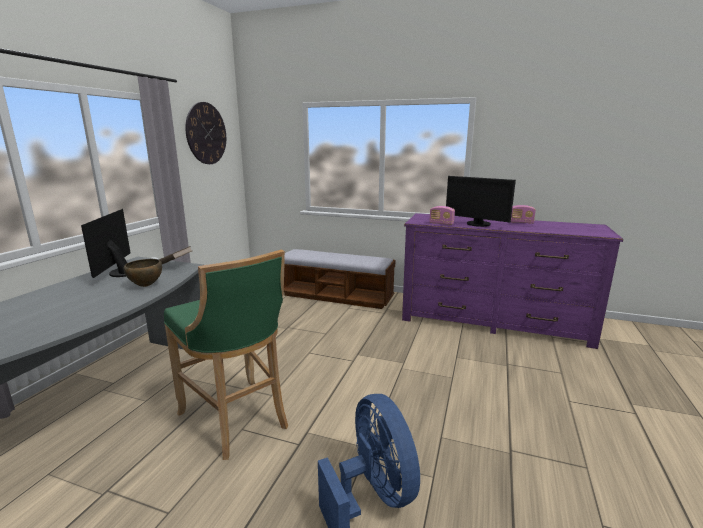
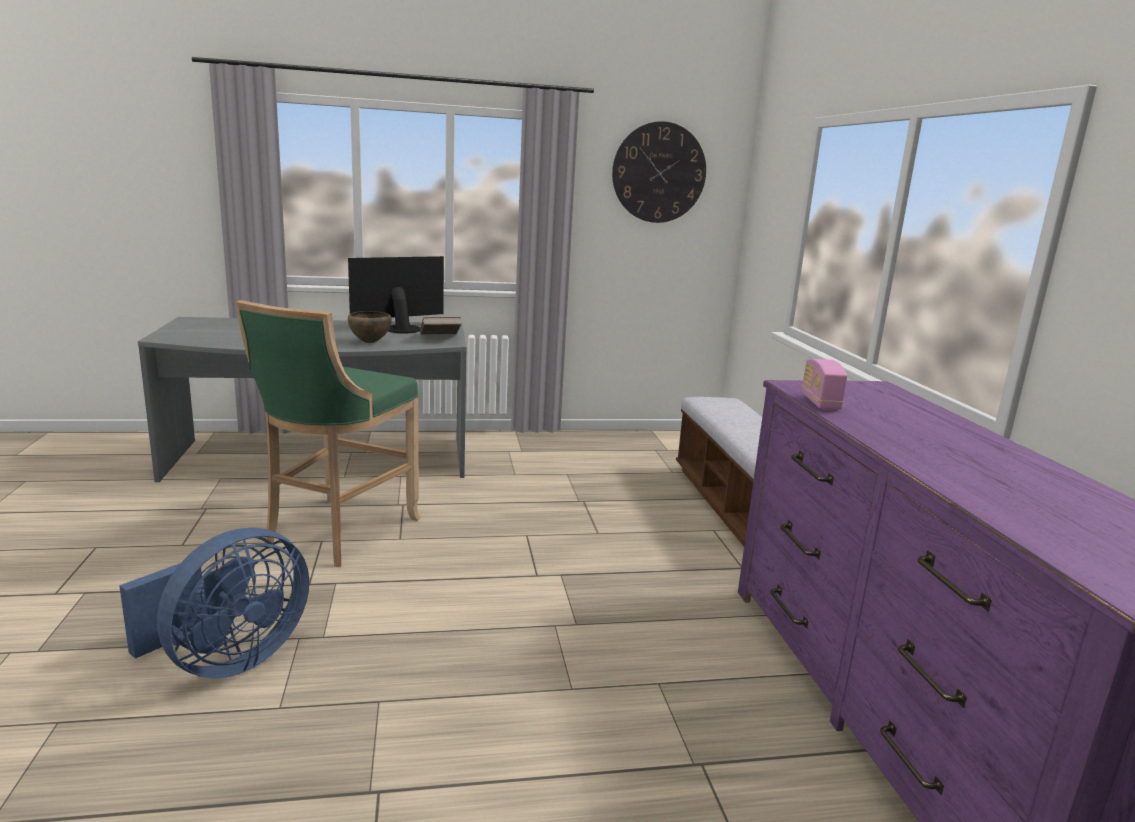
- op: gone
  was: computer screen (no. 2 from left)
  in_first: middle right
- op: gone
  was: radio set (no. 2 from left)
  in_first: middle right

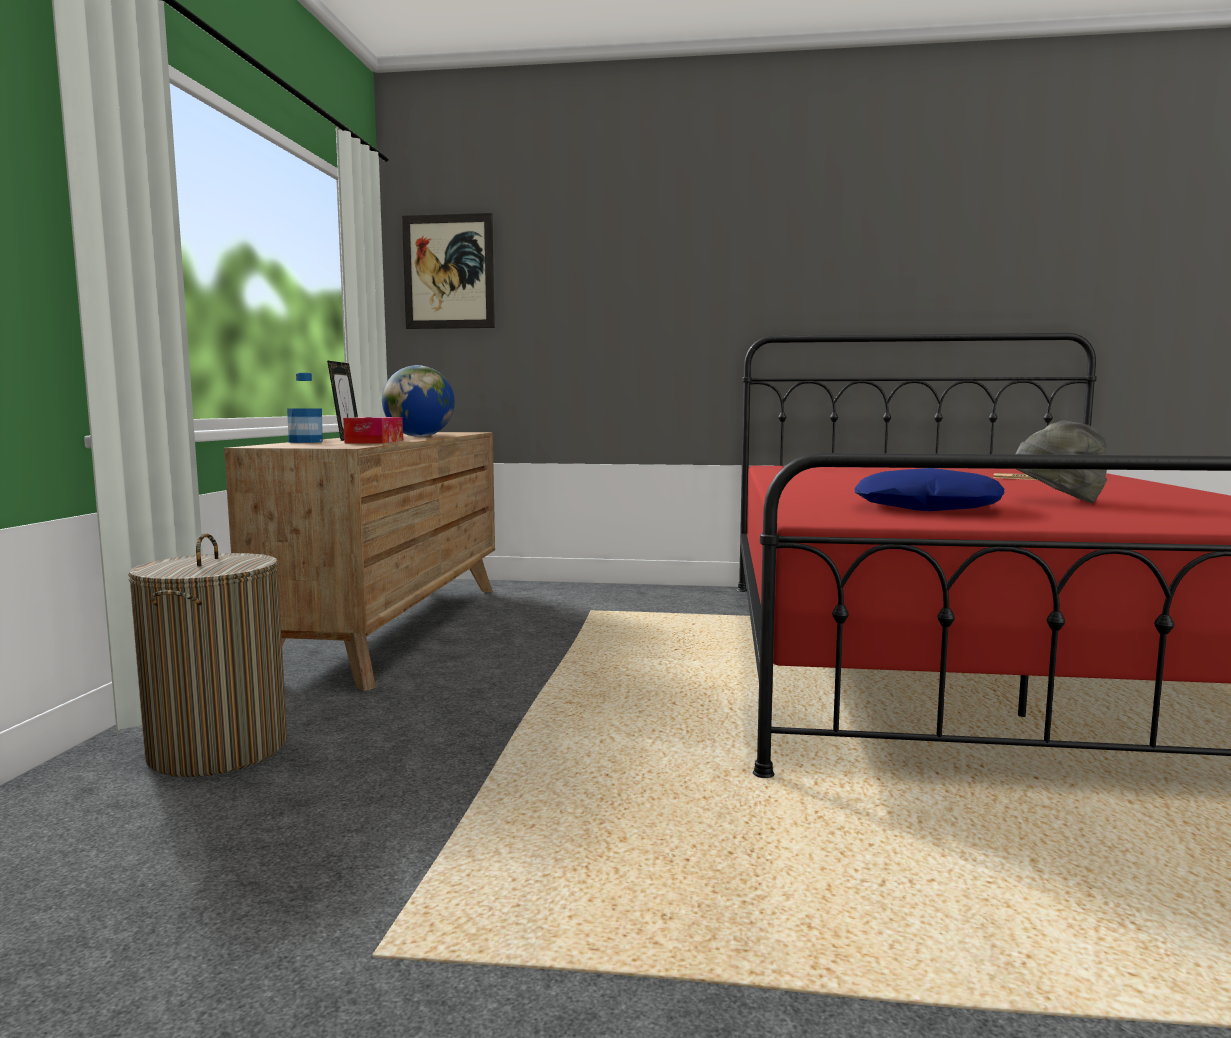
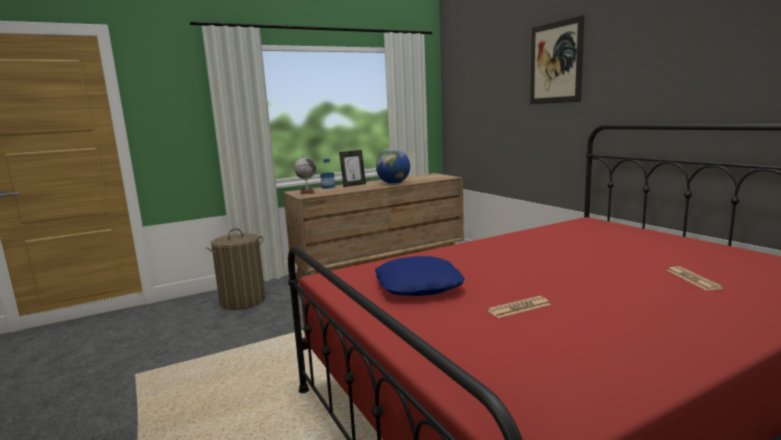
- op: shifted
  was: wall art
  in_first: top centre
  in_second: top right
- op: gone
  was: tissue holder
  in_first: middle left
- op: swapped
  was: gray clothing hat
  now: printed paper (no. 1 from left)
  in_first: middle right
  in_second: bottom centre
- op: new
  now: globe (no. 1 from left)
  in_second: centre

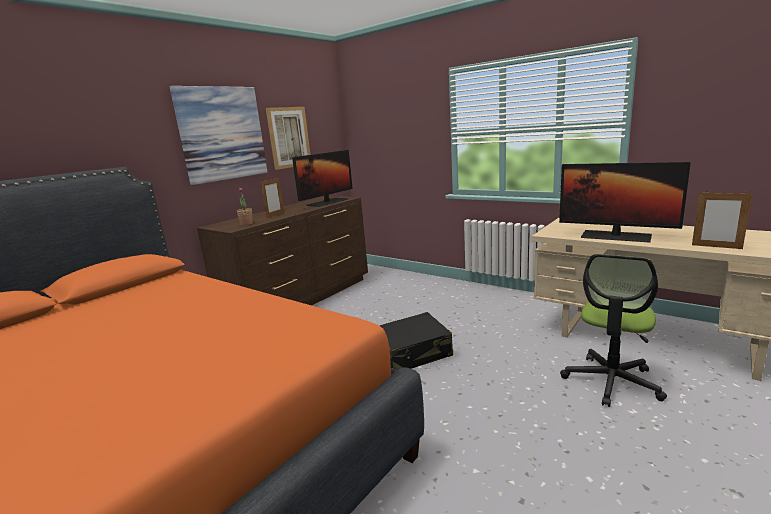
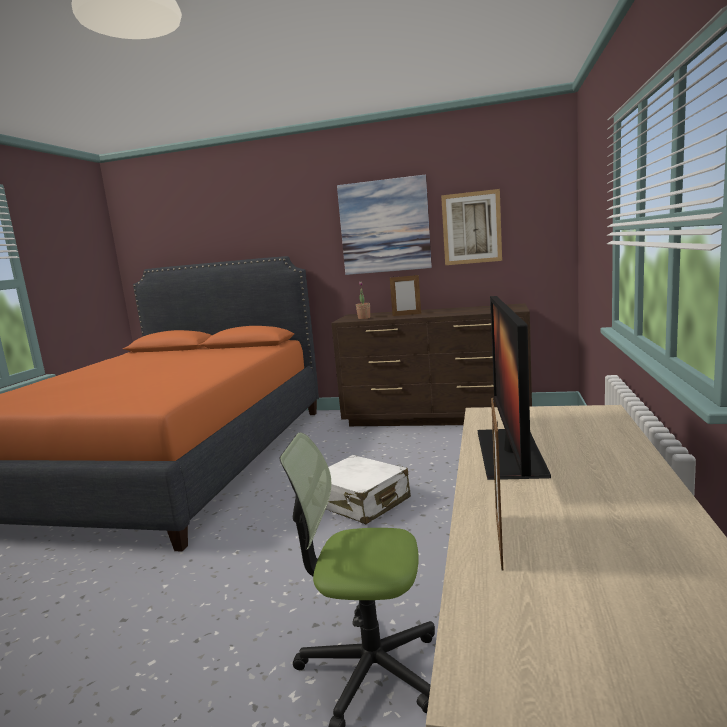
- op: gone
  was: computer screen (no. 1 from left)
  in_first: centre
- op: repainted
  was: black-coloured piece of luggage
  now: white-coloured piece of luggage
  in_first: centre
  in_second: bottom centre

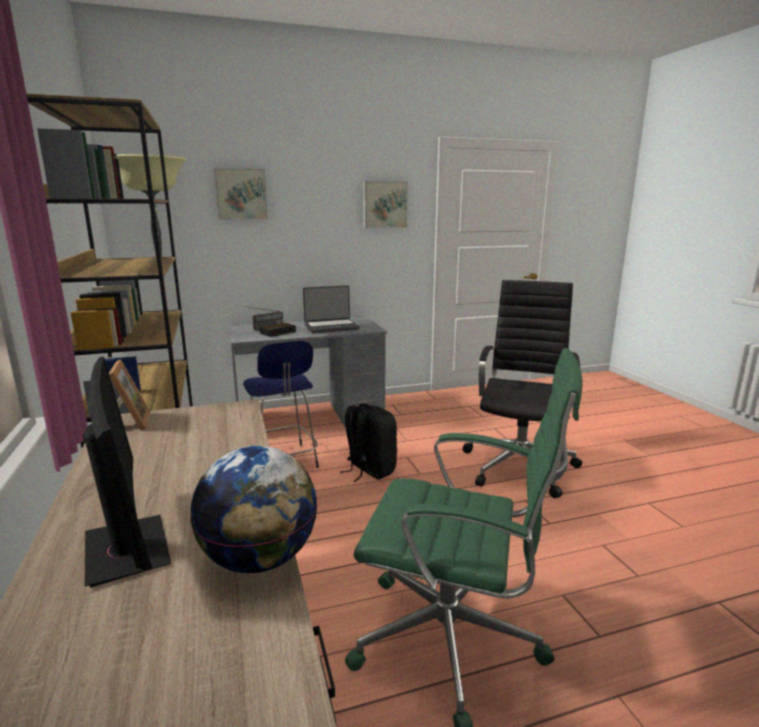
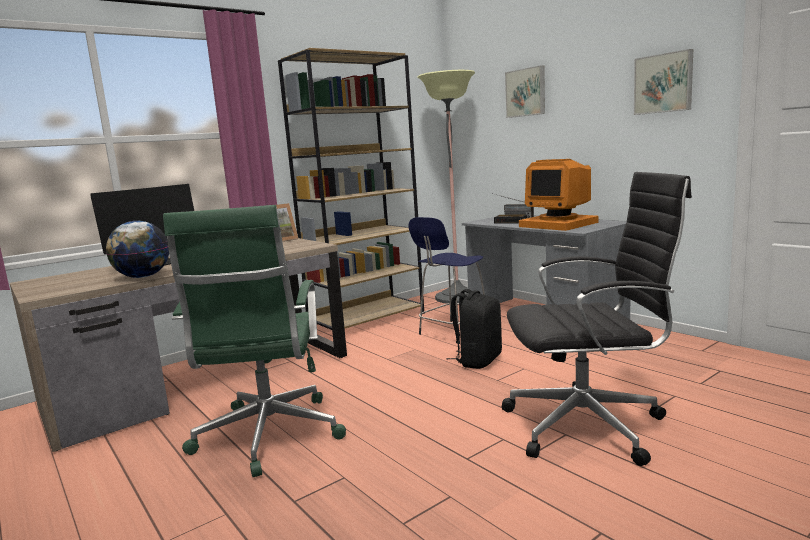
- op: swapped
  was: notebook computer
  now: computer screen (no. 2 from left)
  in_first: centre
  in_second: middle right

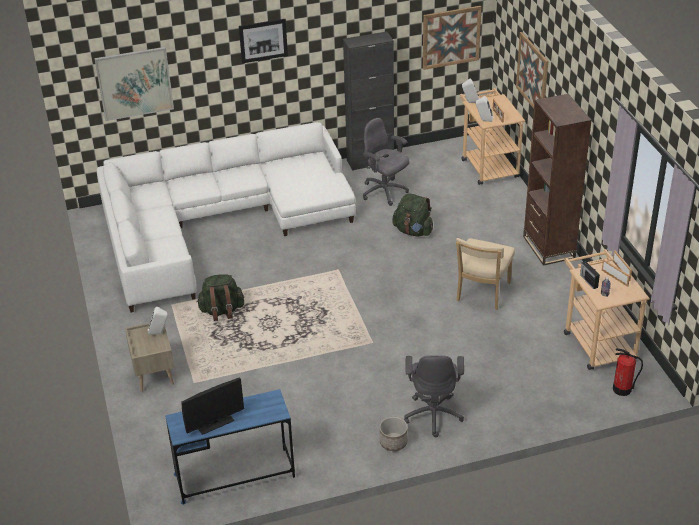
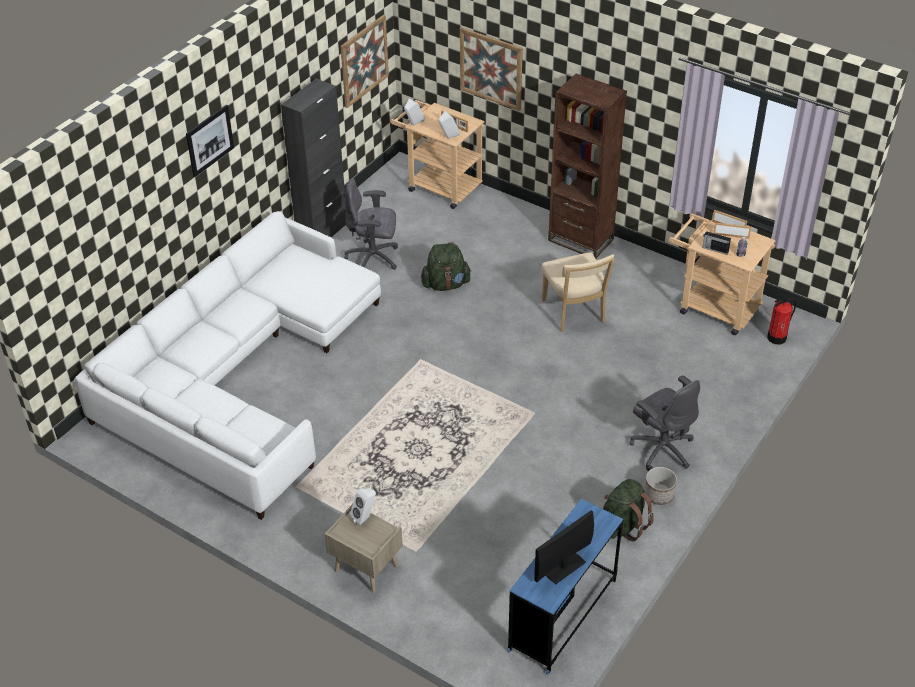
- op: gone
  was: wall art (no. 1 from left)
  in_first: top left
- op: shifted
  was: greenish rucksack (no. 1 from left in the first image)
  now: greenish rucksack (no. 2 from left)
  in_first: middle left
  in_second: bottom right
- op: rotated
  was: computer screen
  in_first: bottom left
  in_second: bottom centre
  clockwise: -150

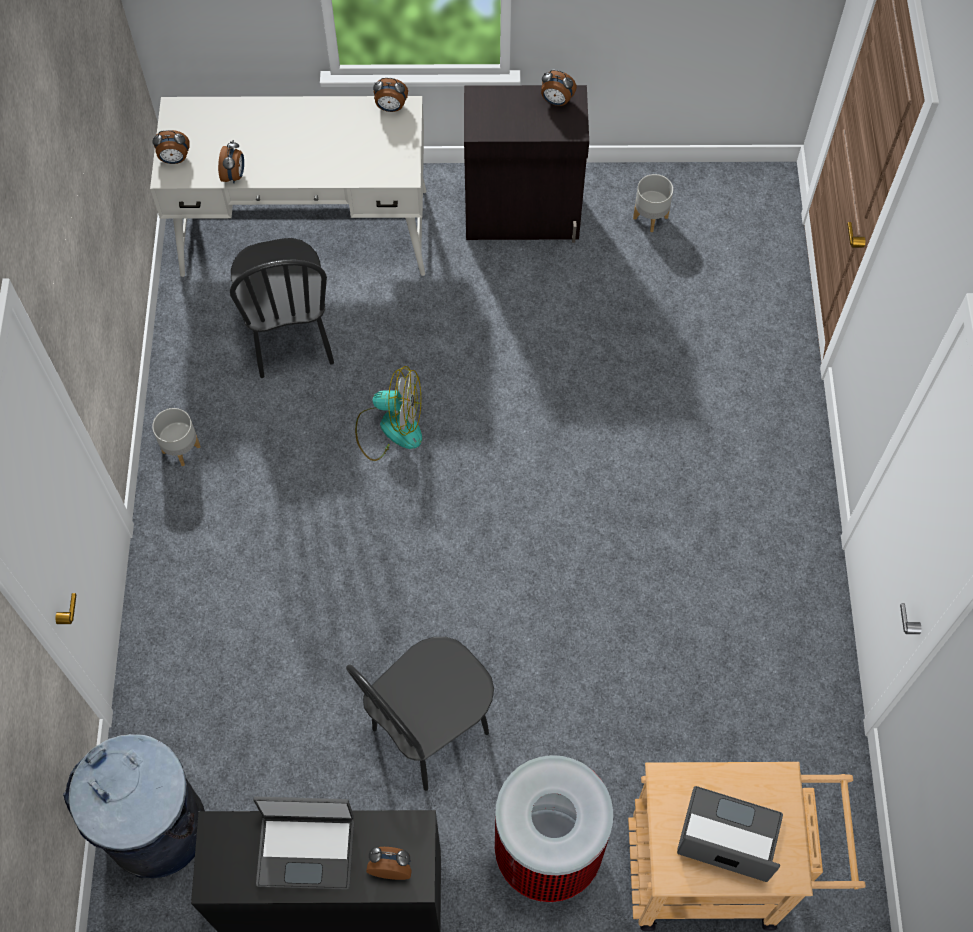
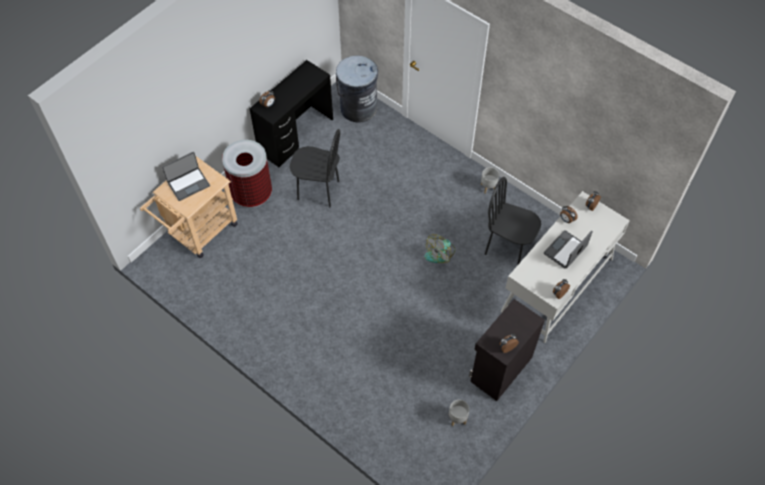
- op: rotated
  was: black-coloured upright chair (no. 2 from left in the first image)
  in_first: bottom centre
  in_second: centre
  clockwise: 105
- op: shifted
  was: notebook computer (no. 1 from left in the first image)
  now: notebook computer (no. 2 from left)
  in_first: bottom left
  in_second: middle right

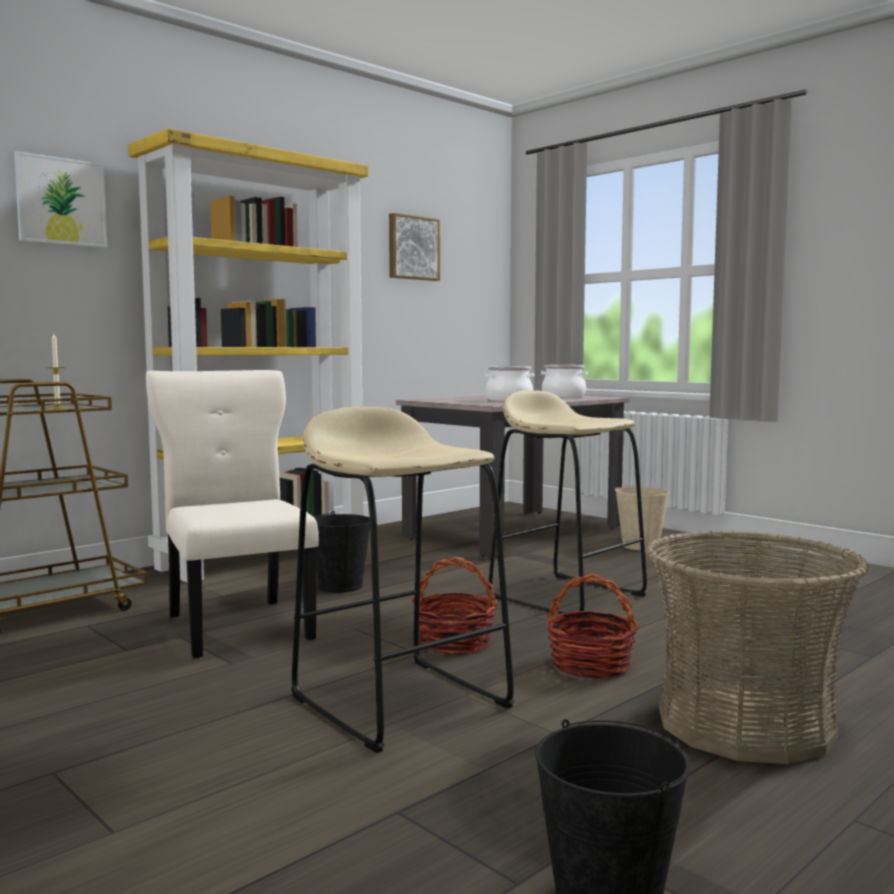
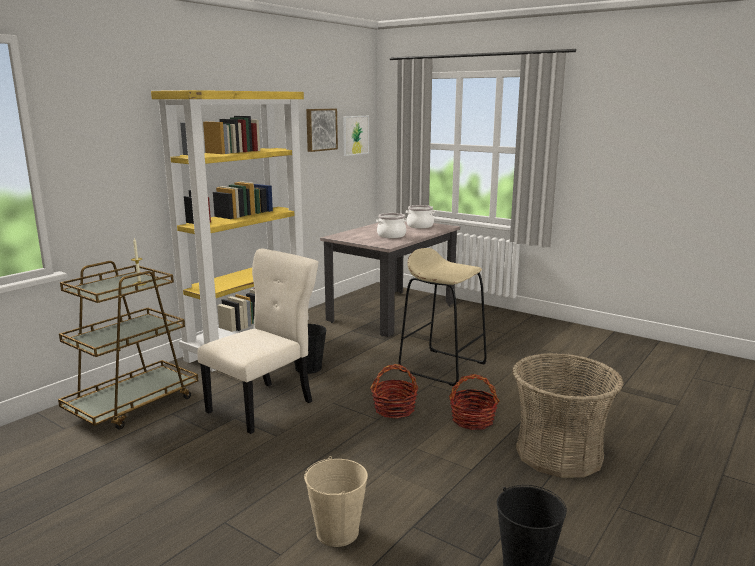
- op: shifted
  was: wall art (no. 1 from left in the first image)
  now: wall art (no. 2 from left)
  in_first: top left
  in_second: top centre
- op: rotated
  was: beige-coloured upright chair
  in_first: middle left
  in_second: centre
  clockwise: 75
- op: gone
  was: beige-coloured sitting stool (no. 1 from left)
  in_first: centre
- op: shifted
  was: beige-coloured bucket
  in_first: middle right
  in_second: bottom centre

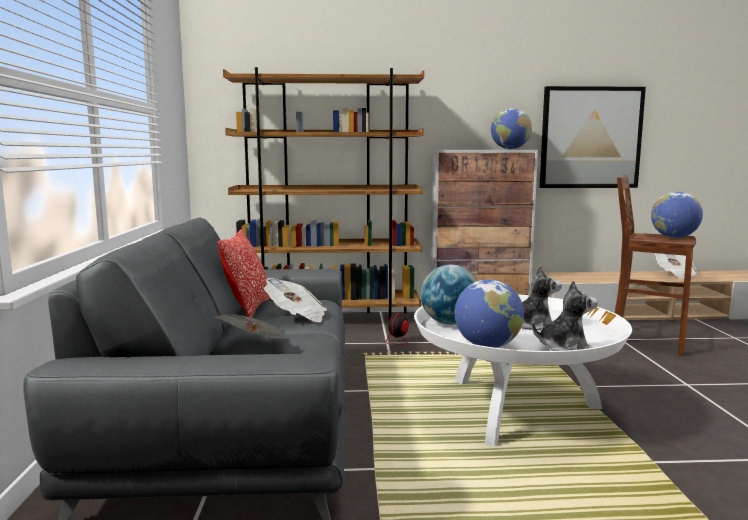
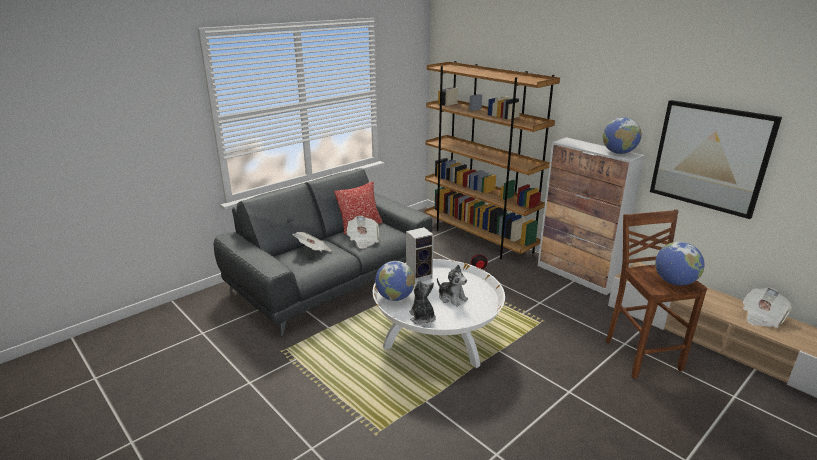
- op: swapped
  was: globe (no. 1 from left)
  now: speaker
  in_first: centre
  in_second: centre
- op: rotated
  was: plush toy (no. 2 from left in the first image)
  in_first: middle right
  in_second: centre
  clockwise: -150

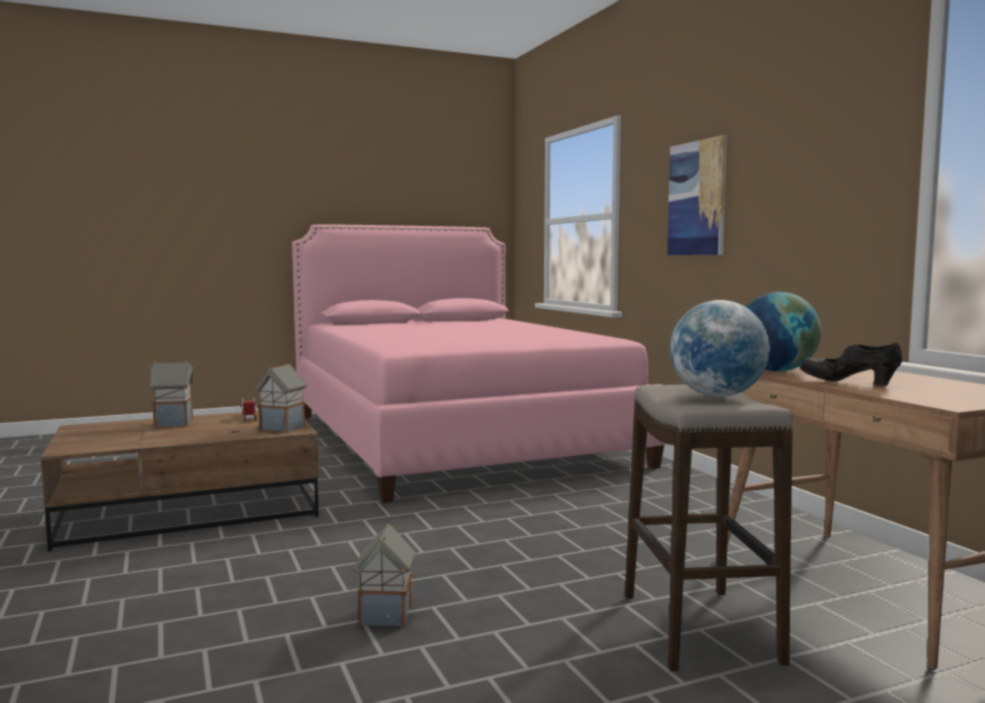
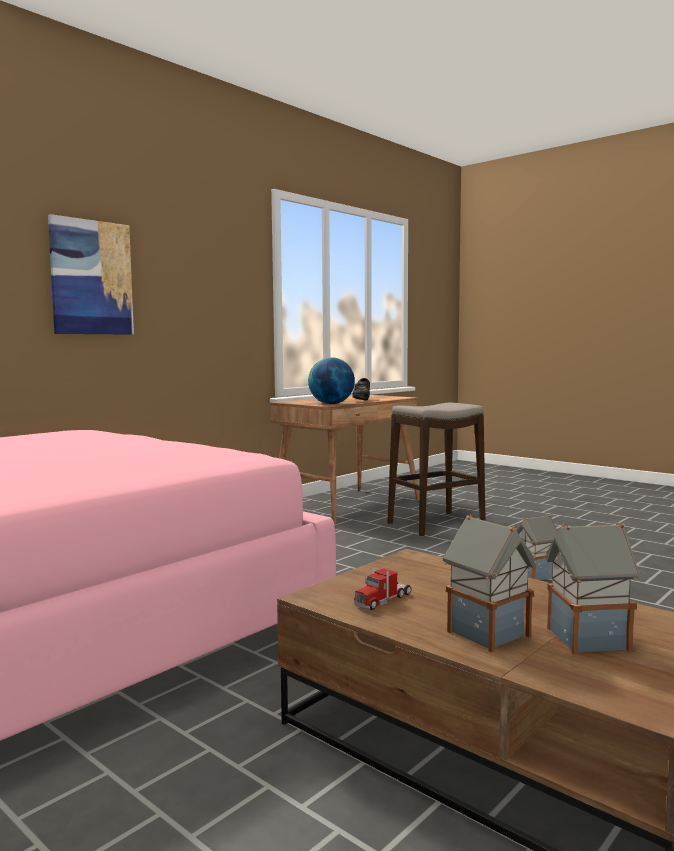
- op: gone
  was: globe (no. 1 from left)
  in_first: middle right
- op: shifted
  was: toy house (no. 2 from left in the first image)
  now: toy house (no. 3 from left)
  in_first: middle left
  in_second: bottom right

